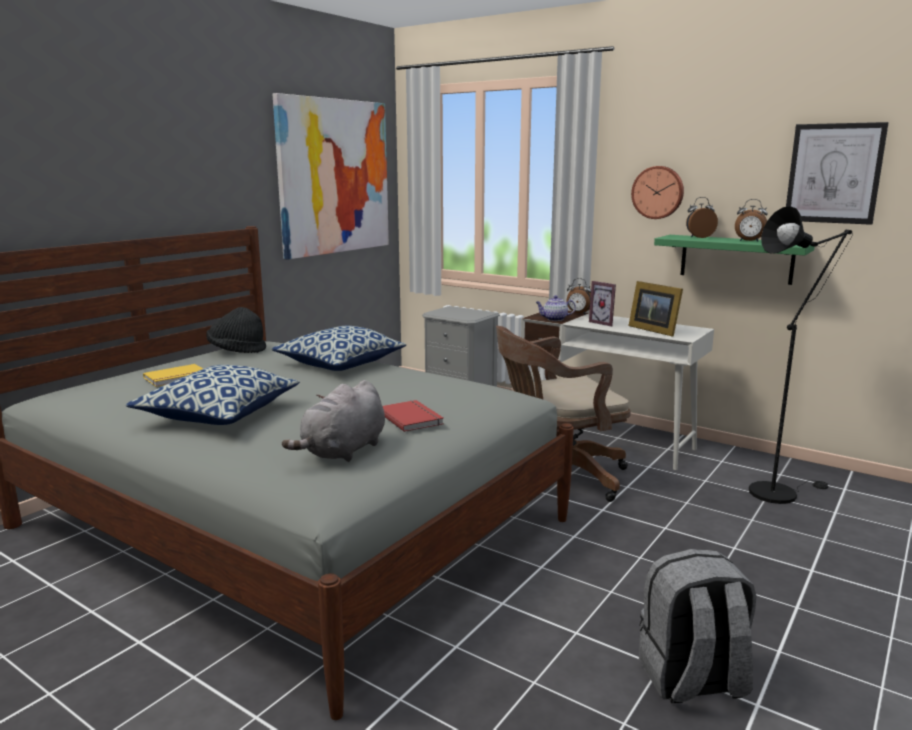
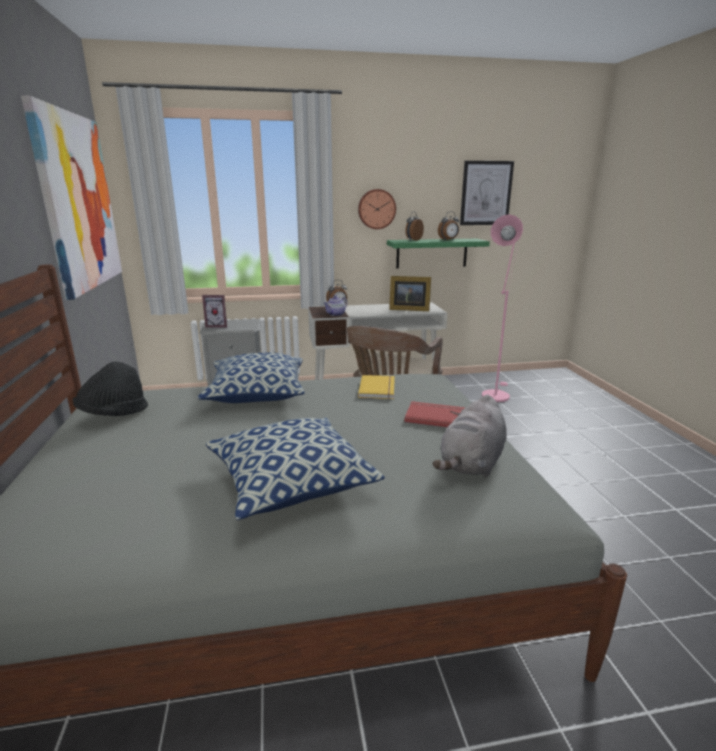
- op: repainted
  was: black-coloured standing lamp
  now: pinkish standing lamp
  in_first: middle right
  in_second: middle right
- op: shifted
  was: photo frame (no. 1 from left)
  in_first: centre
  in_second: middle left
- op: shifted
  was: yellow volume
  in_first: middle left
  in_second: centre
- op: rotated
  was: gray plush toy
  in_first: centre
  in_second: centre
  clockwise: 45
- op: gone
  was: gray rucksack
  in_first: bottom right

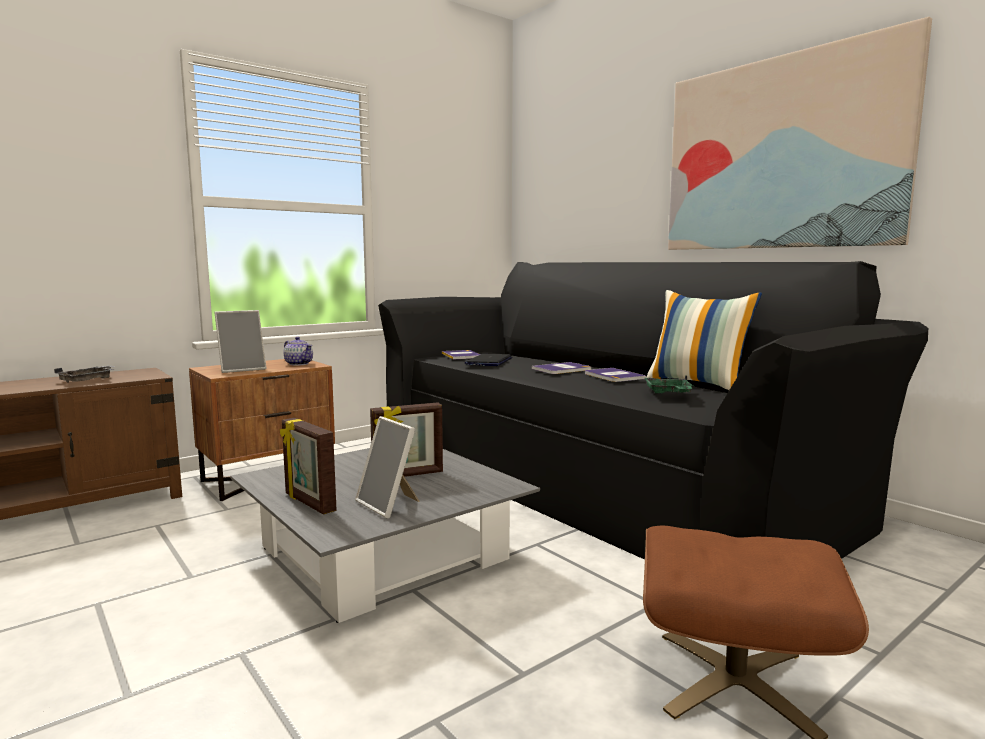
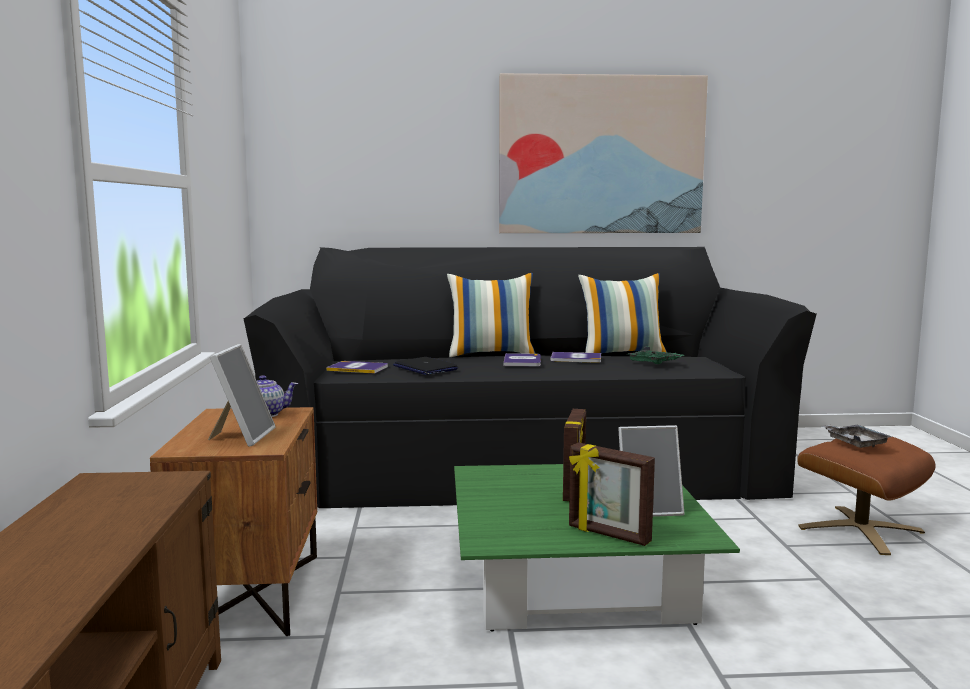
- op: shifted
  was: gray carrying tray
  in_first: middle left
  in_second: middle right
- op: rotated
  was: photo frame (no. 2 from left in the first image)
  in_first: middle left
  in_second: bottom centre
  clockwise: 45
- op: repainted
  was: gray lounge table
  now: greenish lounge table
  in_first: bottom centre
  in_second: bottom centre
- op: new
  now: cushion (no. 1 from left)
  in_second: centre

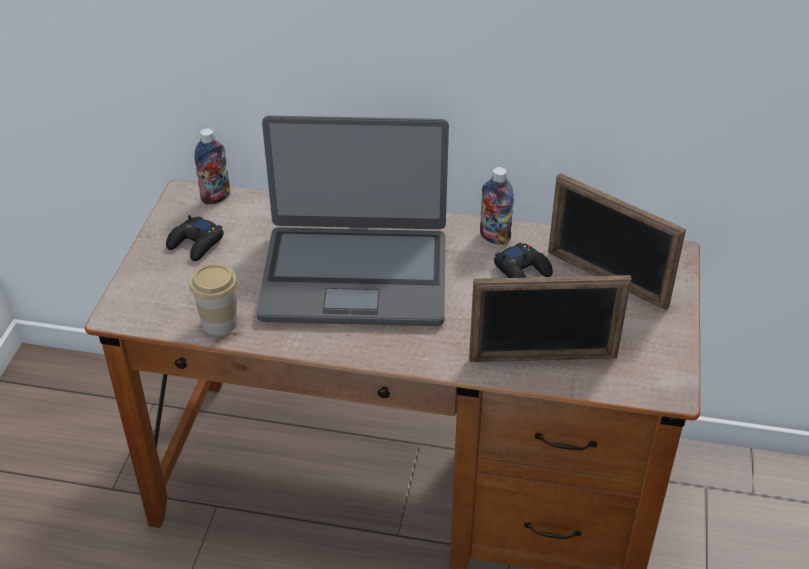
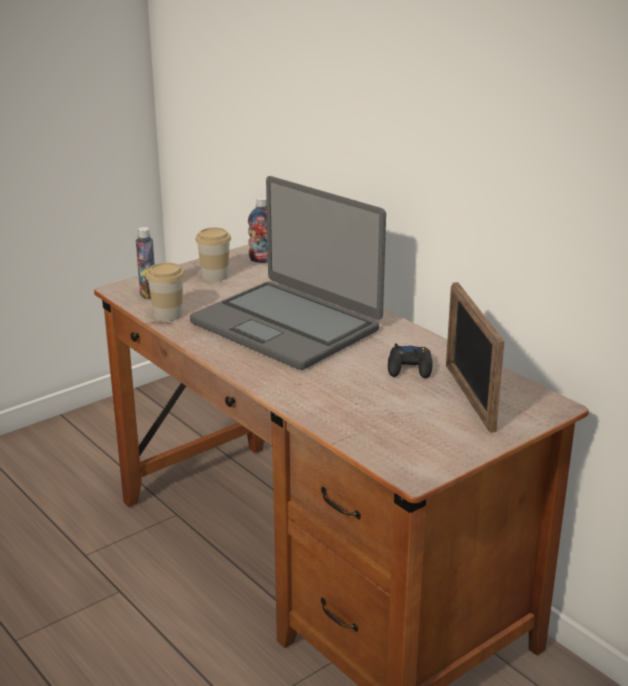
- op: shifted
  was: bottle (no. 2 from left in the first image)
  now: bottle (no. 1 from left)
  in_first: centre
  in_second: middle left
- op: swapped
  was: black-coloured gamepad (no. 1 from left)
  now: cup (no. 2 from left)
  in_first: middle left
  in_second: centre
- op: gone
  was: photo frame (no. 1 from left)
  in_first: middle right

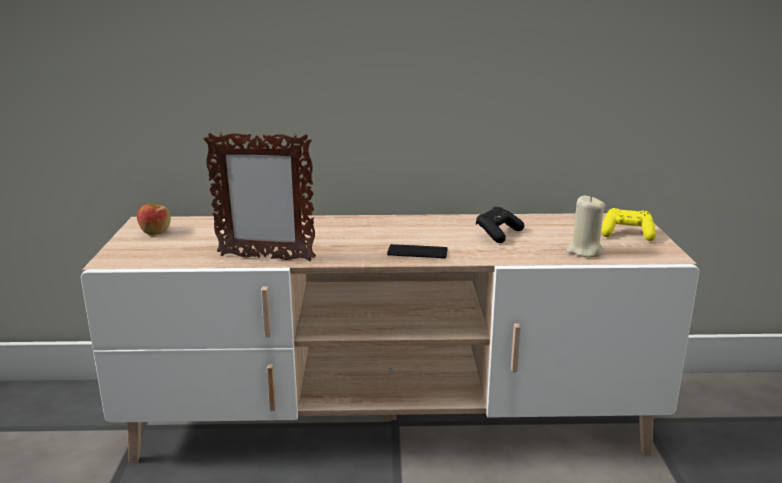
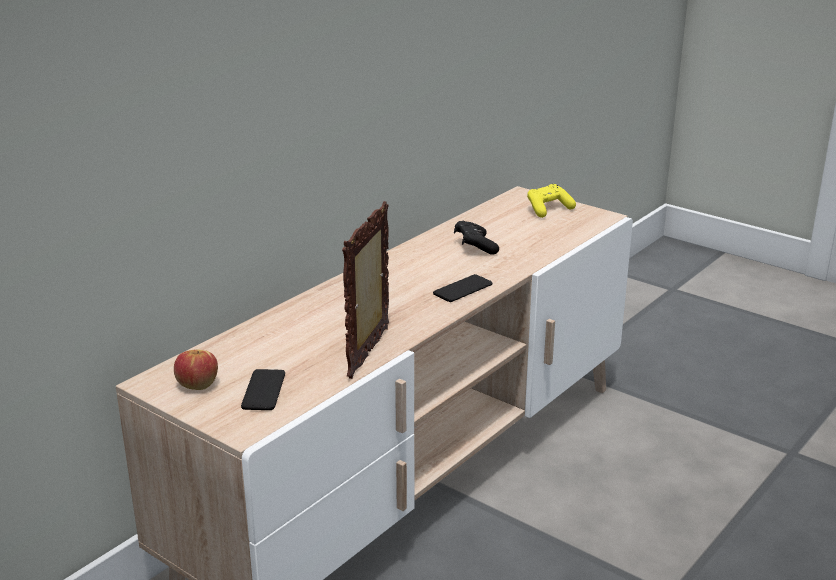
- op: rotated
  was: photo frame
  in_first: middle left
  in_second: centre
  clockwise: 150
- op: gone
  was: beige-coloured wax light
  in_first: middle right
- op: new
  now: phone (no. 1 from left)
  in_second: bottom left

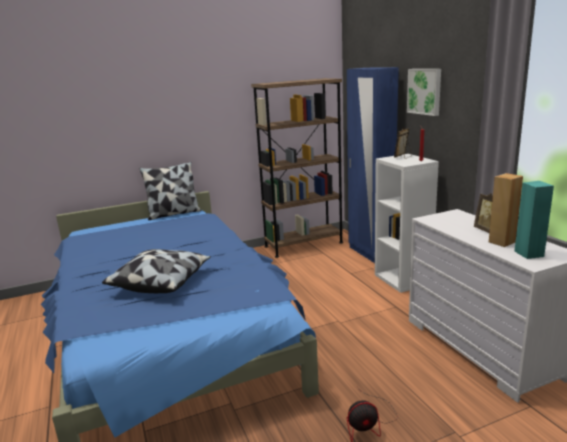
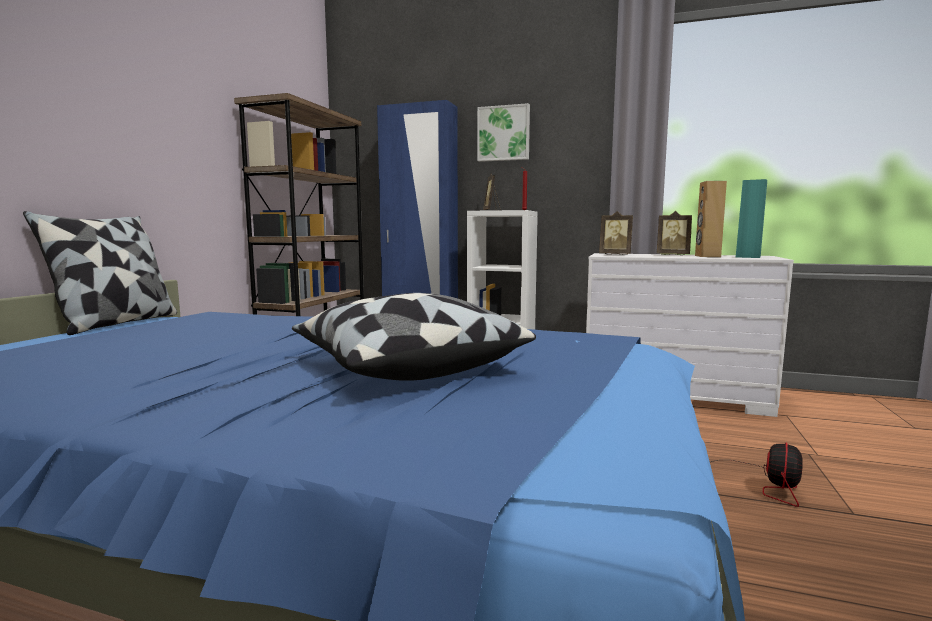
- op: new
  now: photo frame (no. 2 from left)
  in_second: centre

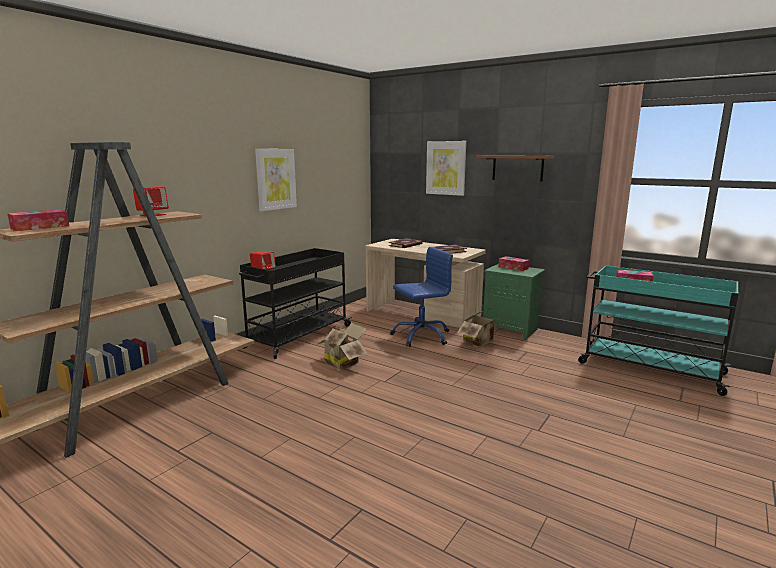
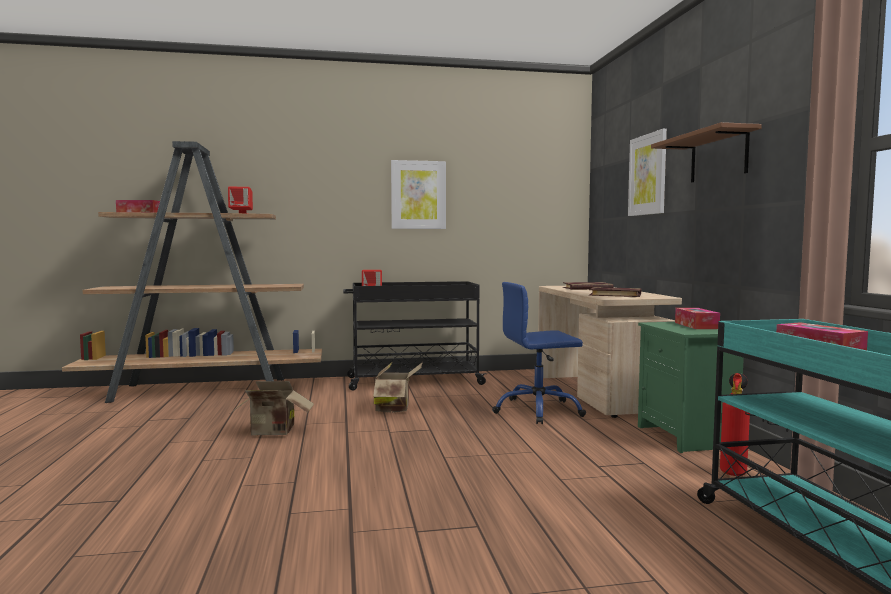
- op: rotated
  was: blue-coloured computer chair
  in_first: centre
  in_second: centre
  clockwise: 150
- op: shifted
  was: packing box (no. 2 from left in the first image)
  now: packing box (no. 1 from left)
  in_first: centre
  in_second: bottom left
- op: new
  now: fire extinguisher
  in_second: bottom right

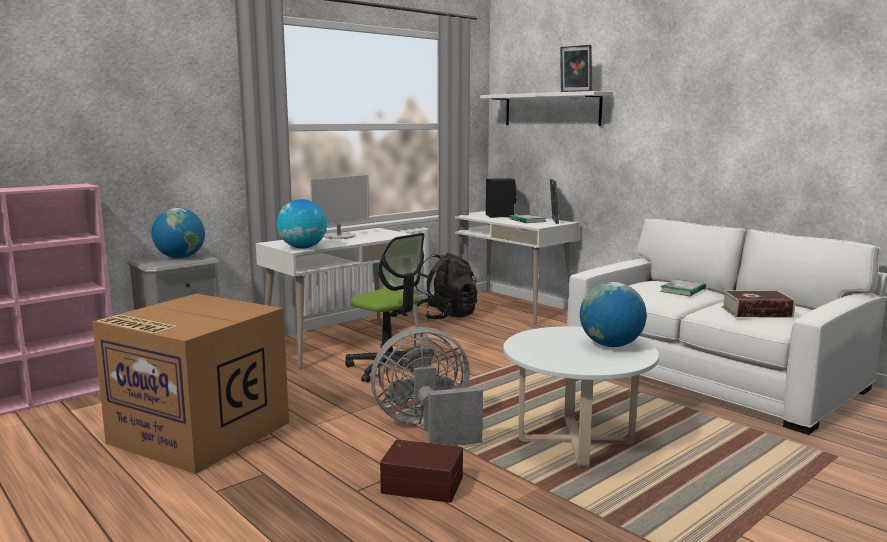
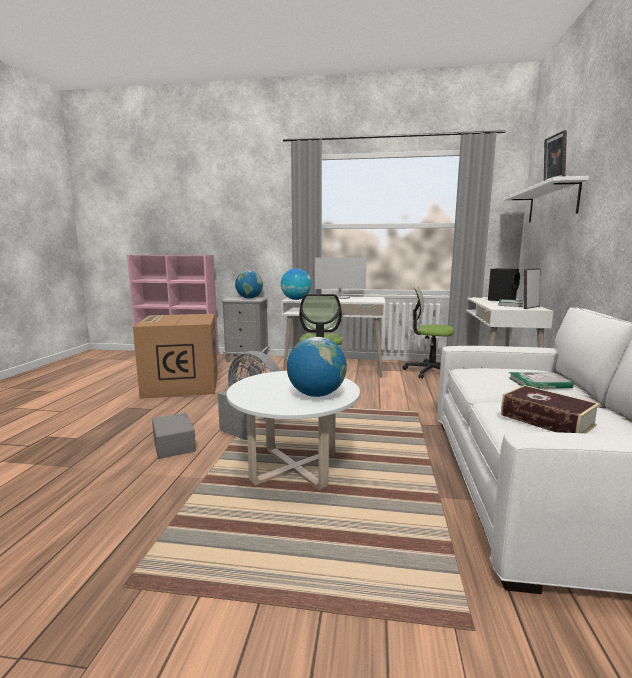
- op: swapped
  was: black-coloured rucksack
  now: computer chair (no. 2 from left)
  in_first: centre
  in_second: middle right
- op: repainted
  was: brown storage bin
  now: gray storage bin
  in_first: bottom centre
  in_second: middle left

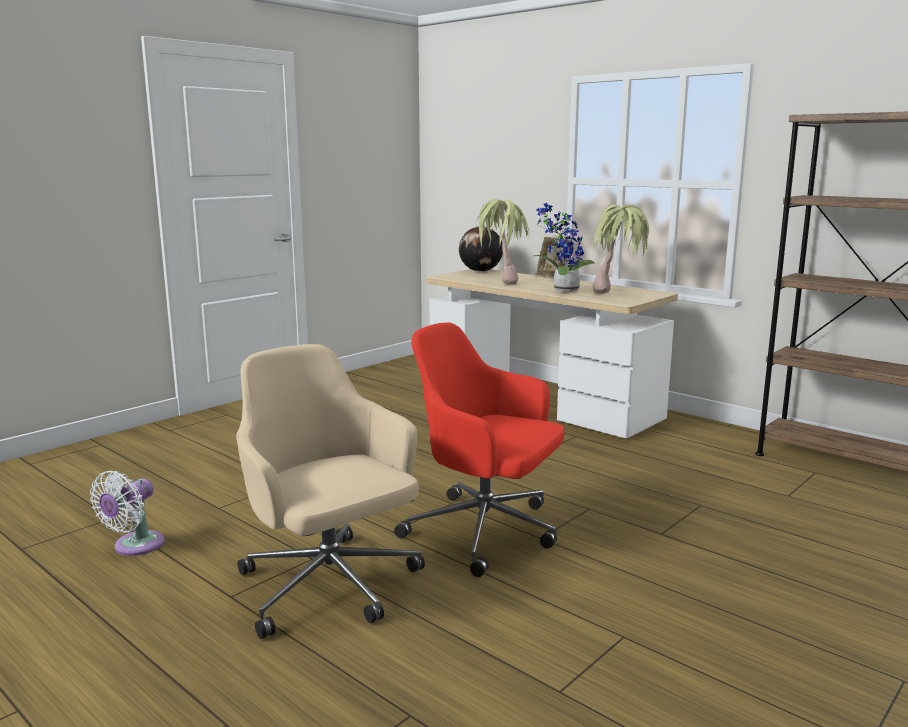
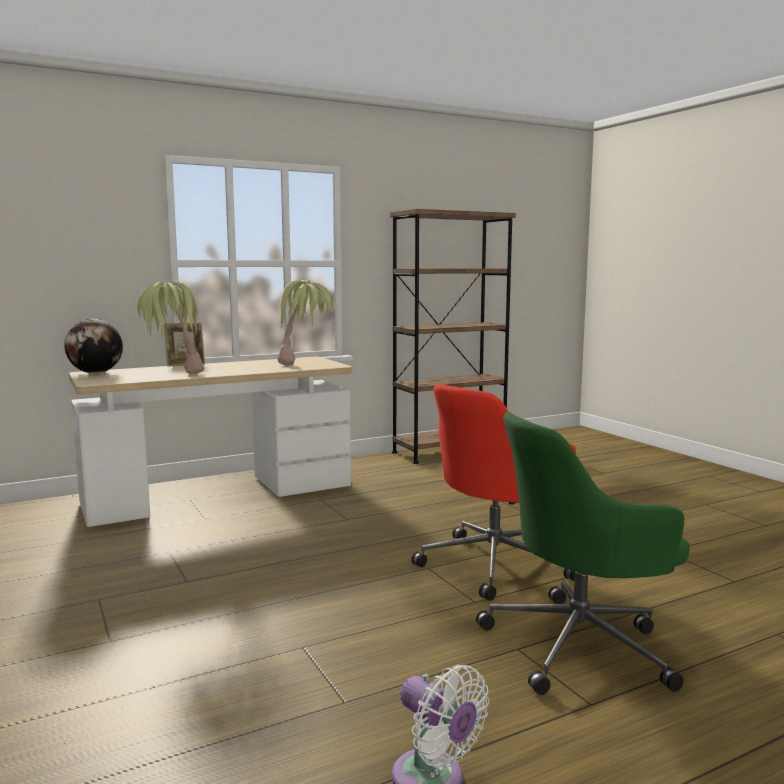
- op: gone
  was: houseplant (no. 2 from left)
  in_first: centre
- op: repainted
  was: beige-coloured computer chair
  now: greenish computer chair
  in_first: bottom centre
  in_second: bottom right

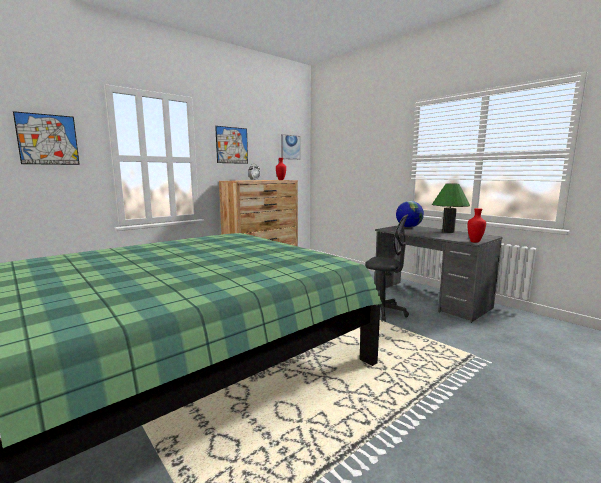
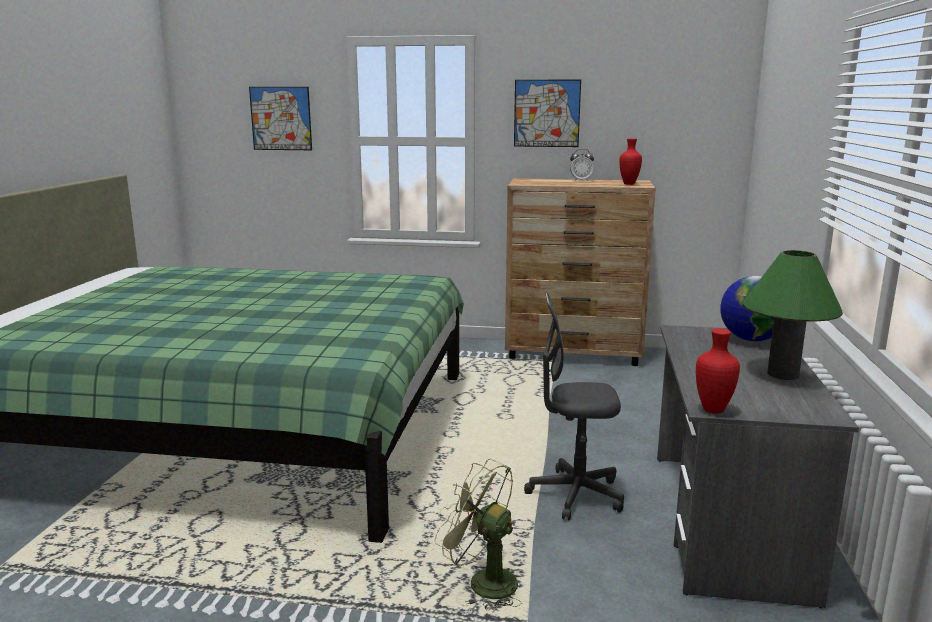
- op: gone
  was: wall art (no. 3 from left)
  in_first: top centre
- op: rotated
  was: gray computer chair
  in_first: centre
  in_second: centre
  clockwise: 105
- op: new
  now: greenish electric fan
  in_second: bottom centre

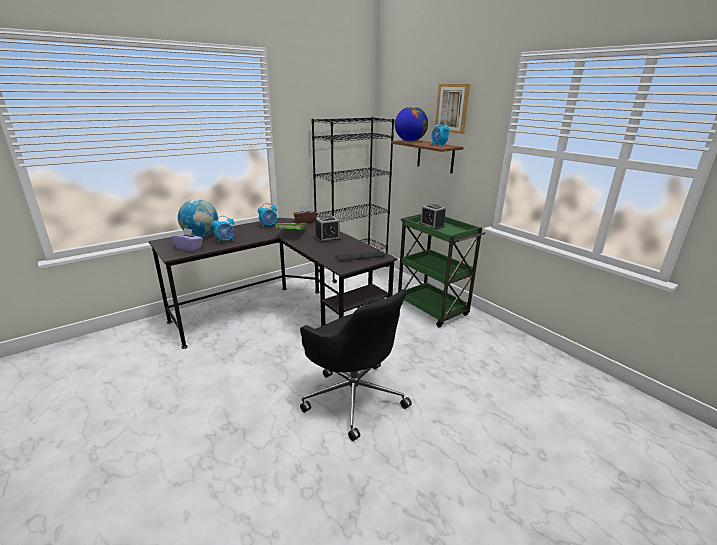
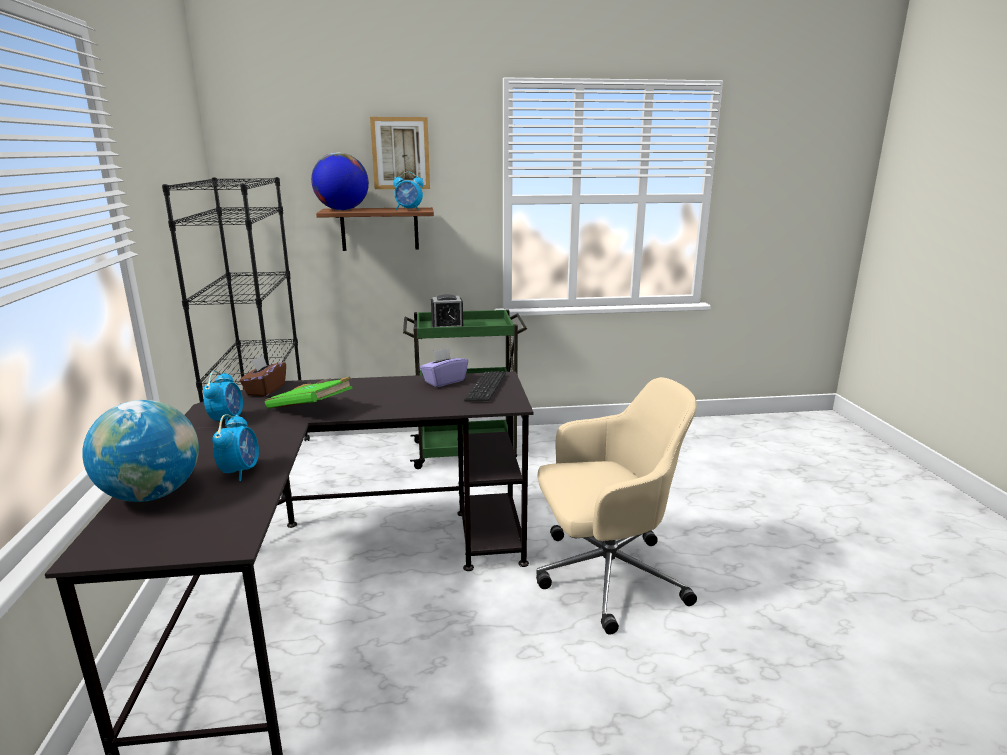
- op: gone
  was: alarm clock (no. 3 from left)
  in_first: centre
- op: shifted
  was: purple-coloured tissue holder
  in_first: middle left
  in_second: centre
- op: repainted
  was: black-coloured computer chair
  now: beige-coloured computer chair
  in_first: bottom centre
  in_second: bottom centre

